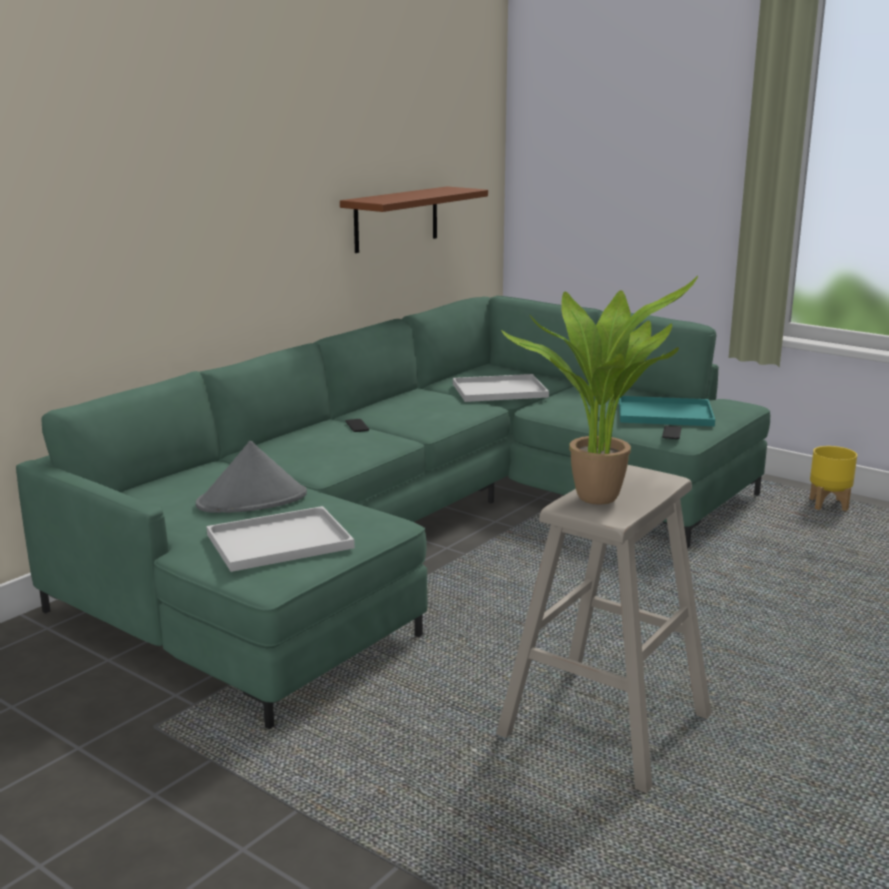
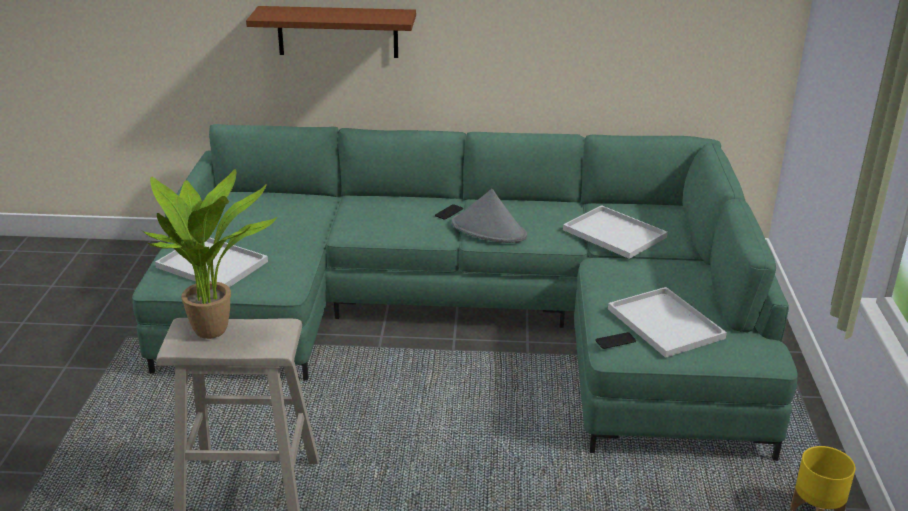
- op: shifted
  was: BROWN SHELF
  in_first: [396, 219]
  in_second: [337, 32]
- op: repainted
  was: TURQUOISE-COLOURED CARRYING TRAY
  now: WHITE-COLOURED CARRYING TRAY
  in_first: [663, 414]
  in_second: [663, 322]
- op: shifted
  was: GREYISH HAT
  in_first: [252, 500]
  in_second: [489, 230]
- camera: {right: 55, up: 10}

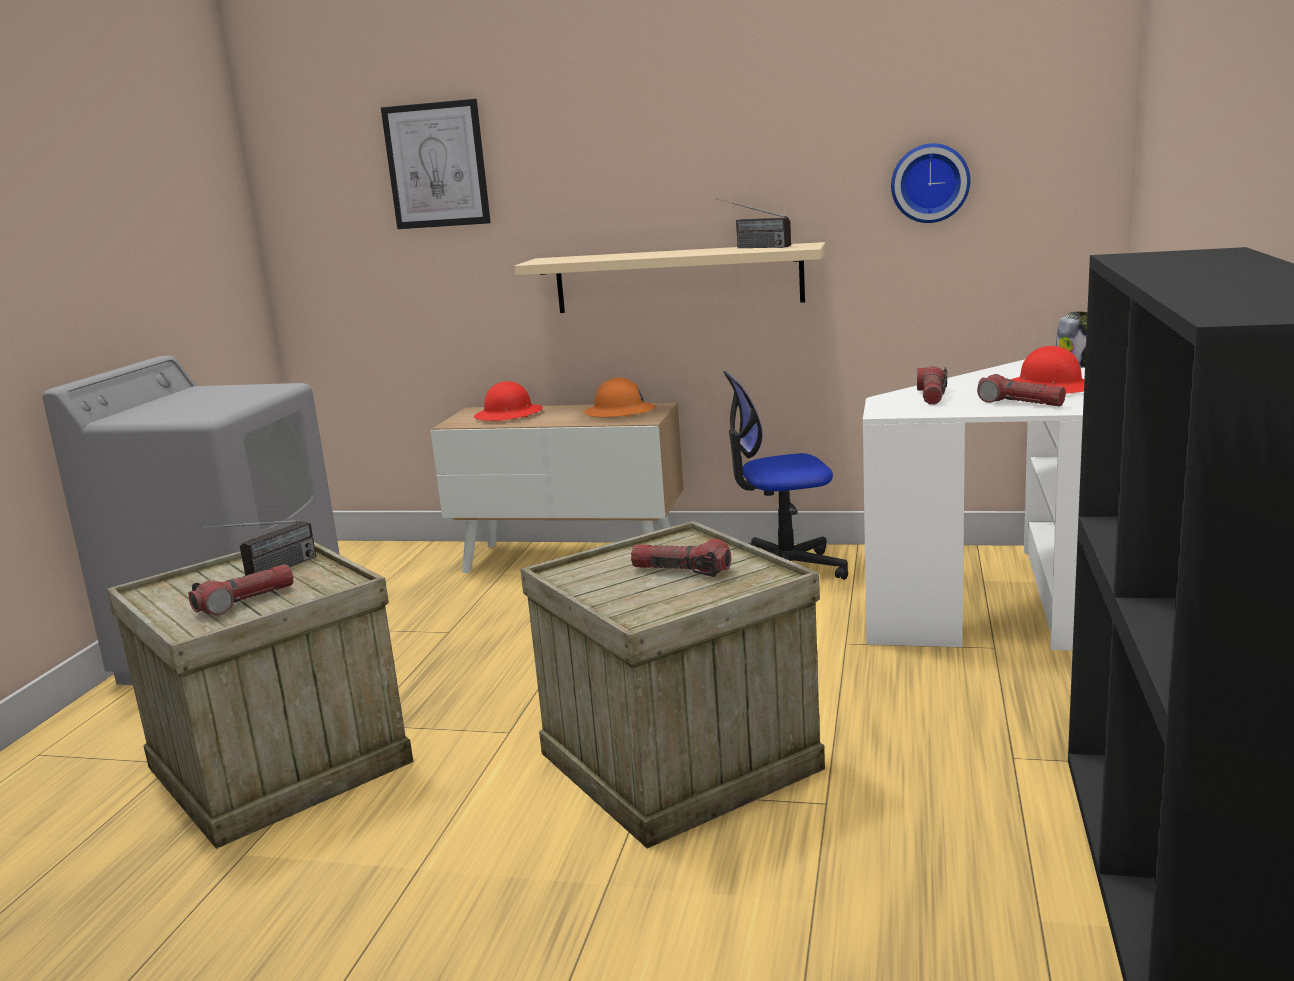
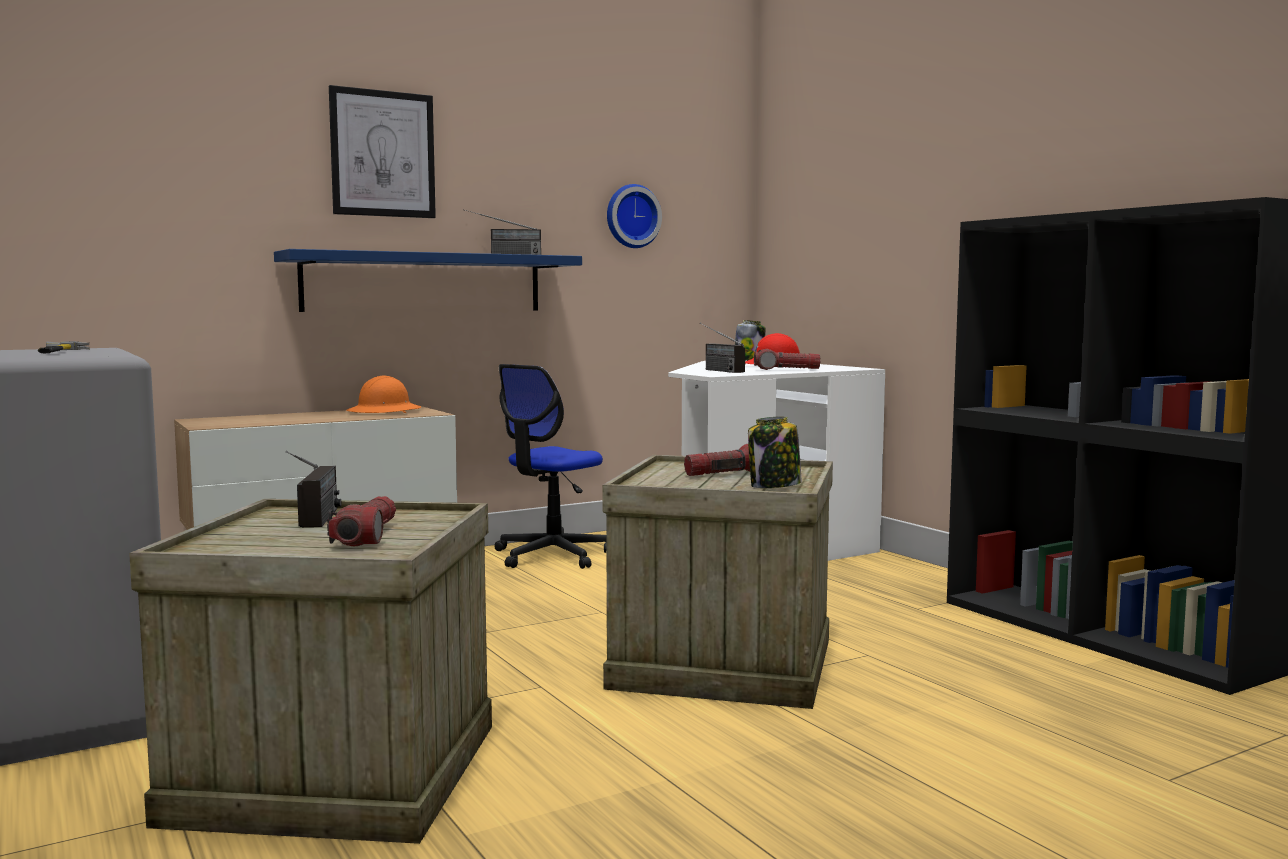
- op: shifted
  was: PICTURE
  in_first: [437, 165]
  in_second: [382, 154]
- op: repainted
  was: BEIGE-COLOURED SHELF
  now: BLUE-COLOURED SHELF
  in_first: [677, 279]
  in_second: [424, 283]
- op: swapped
  was: TORCH
  now: RADIO SET
  in_first: [932, 396]
  in_second: [715, 370]
- op: gone
  was: RED WORK HELMET
  in_first: [509, 415]
- op: new
  now: HAND HAMMER
  in_second: [59, 352]
- op: new
  now: STORAGE JAR
  in_second: [774, 486]
- camera: {right: -45, up: -10}

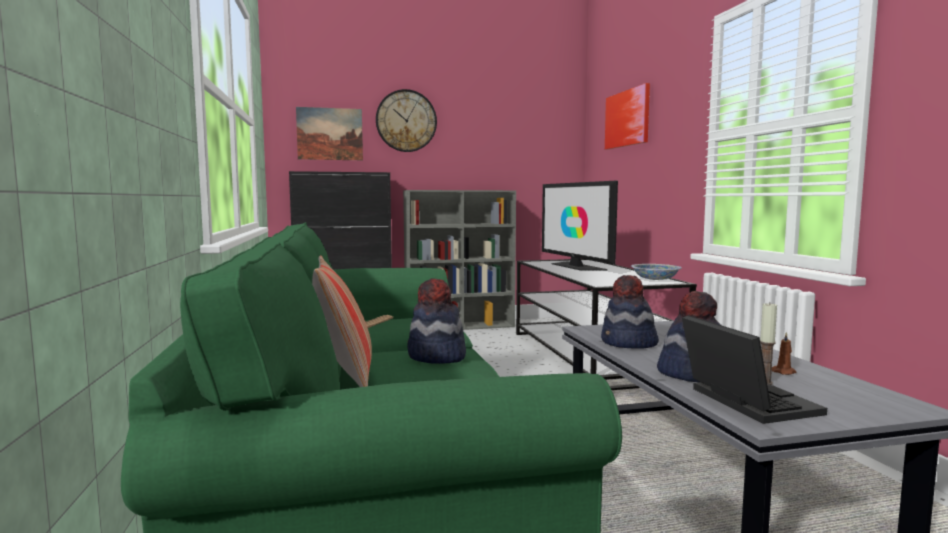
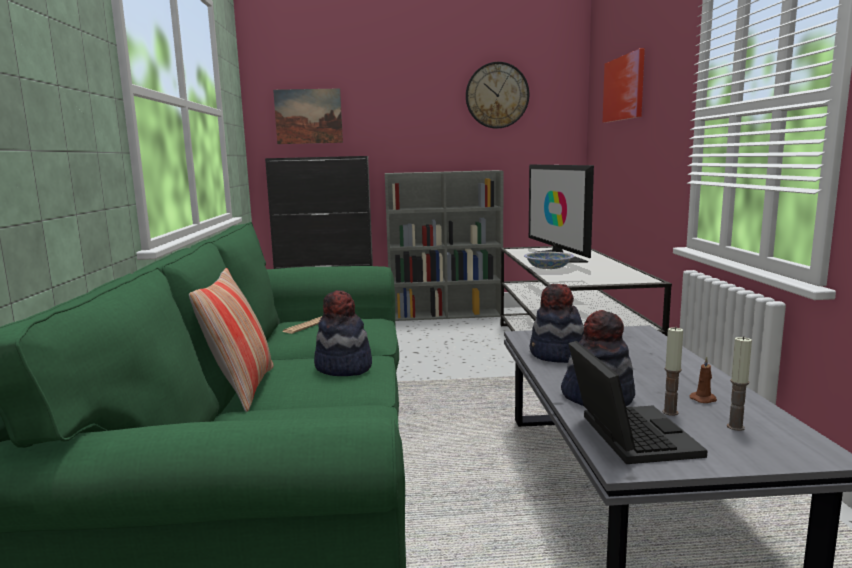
- op: shifted
  was: CLOCK ON THE WALL
  in_first: [406, 121]
  in_second: [497, 95]
- op: shifted
  was: BOWL
  in_first: [655, 279]
  in_second: [548, 268]
- op: new
  now: WAX LIGHT
  in_second: [735, 427]
- camera: {right: 10, up: 5}

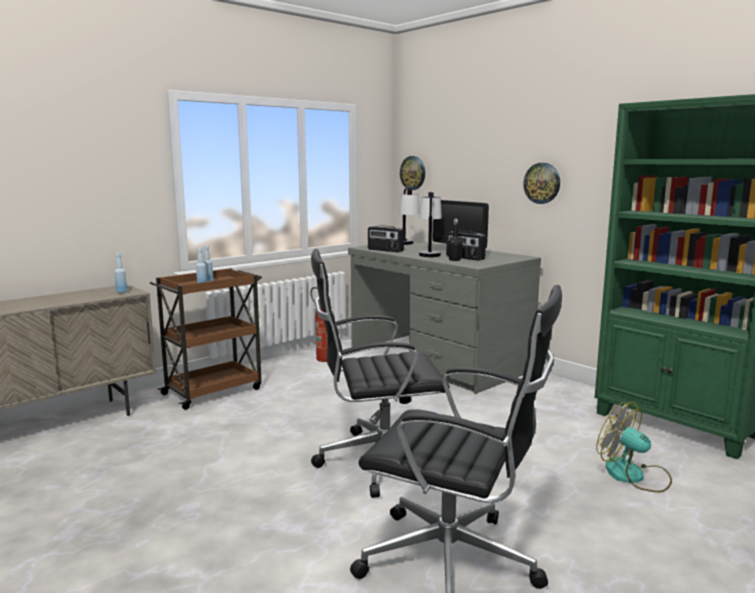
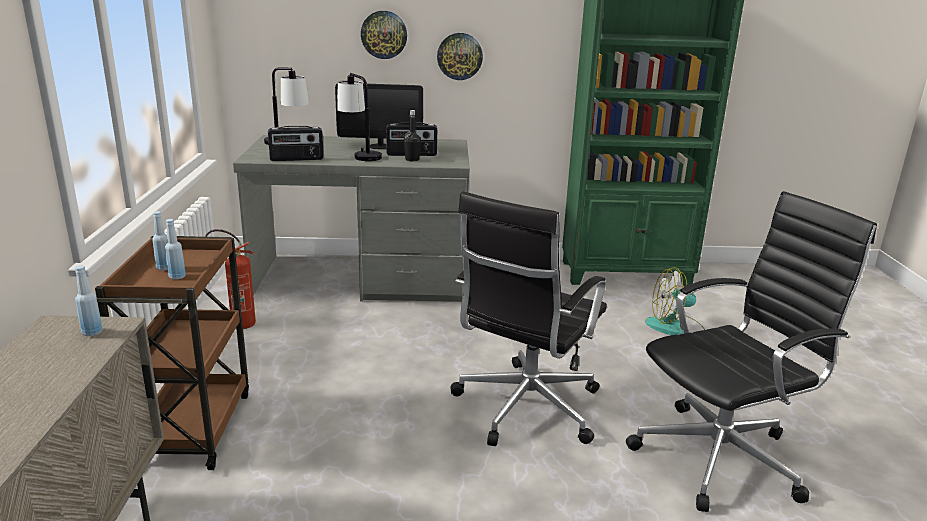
- op: shifted
  was: CLOCK ON THE WALL
  in_first: [413, 173]
  in_second: [384, 34]
- camera: {right: -50, up: 10}

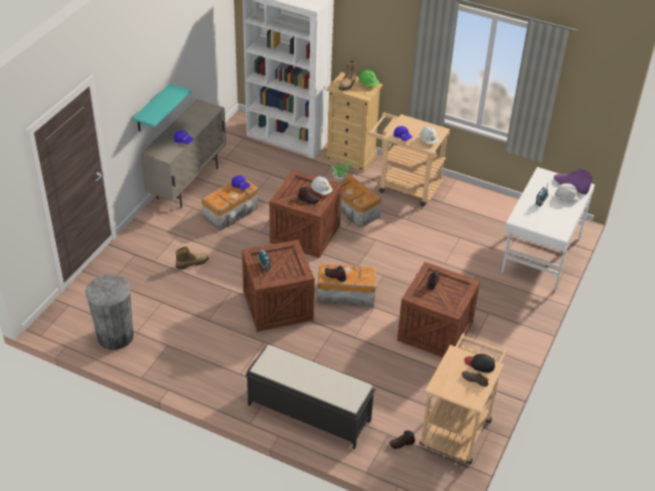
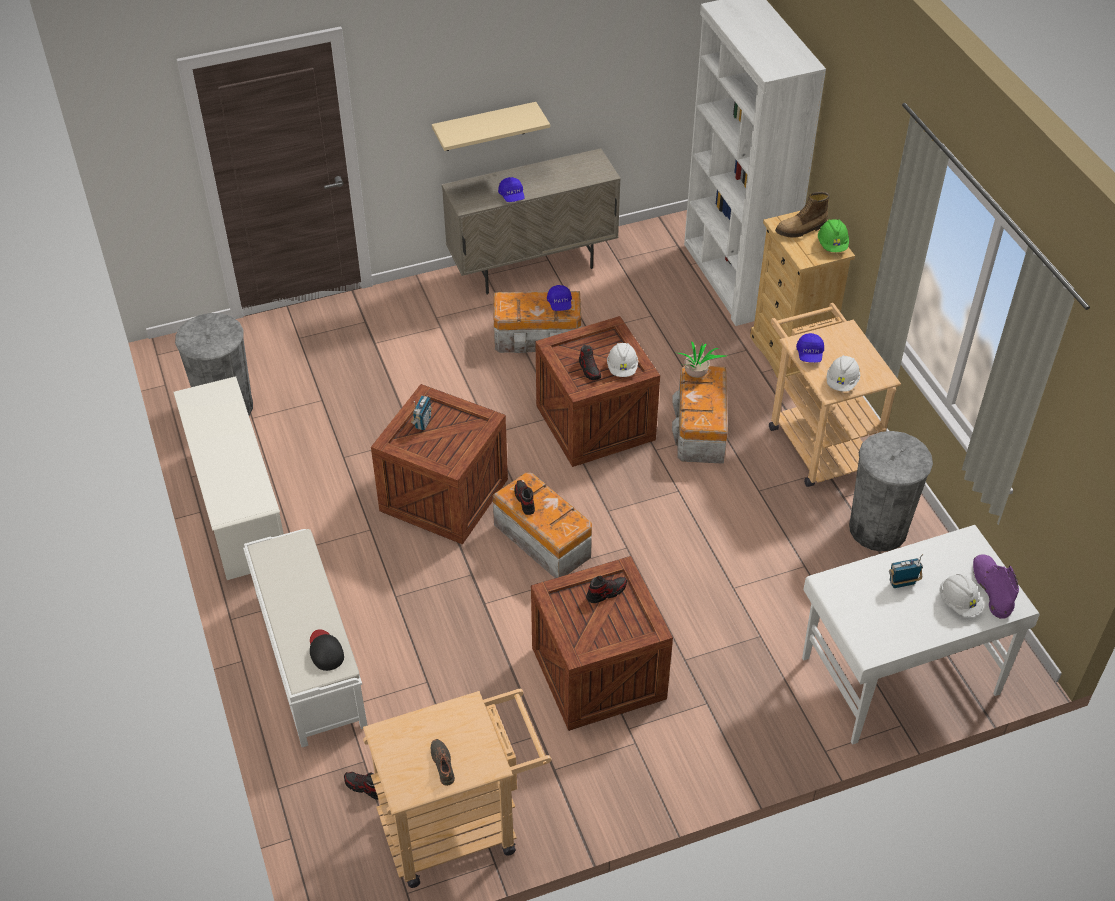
- op: repainted
  was: TURQUOISE-COLOURED SHELF
  now: BEIGE-COLOURED SHELF
  in_first: [152, 109]
  in_second: [484, 127]
- op: gone
  was: TALL BOOT
  in_first: [192, 263]
- op: repainted
  was: BLACK INDOOR BENCH
  now: WHITE-COLOURED INDOOR BENCH
  in_first: [308, 412]
  in_second: [309, 657]
- op: shifted
  was: BLACK CAP
  in_first: [480, 364]
  in_second: [325, 651]
- op: new
  now: WHITE-COLOURED SHOE SHELF
  in_second: [238, 506]
- op: new
  now: GREYISH TRASH CAN
  in_second: [878, 528]
- camera: {right: 45, up: 5}

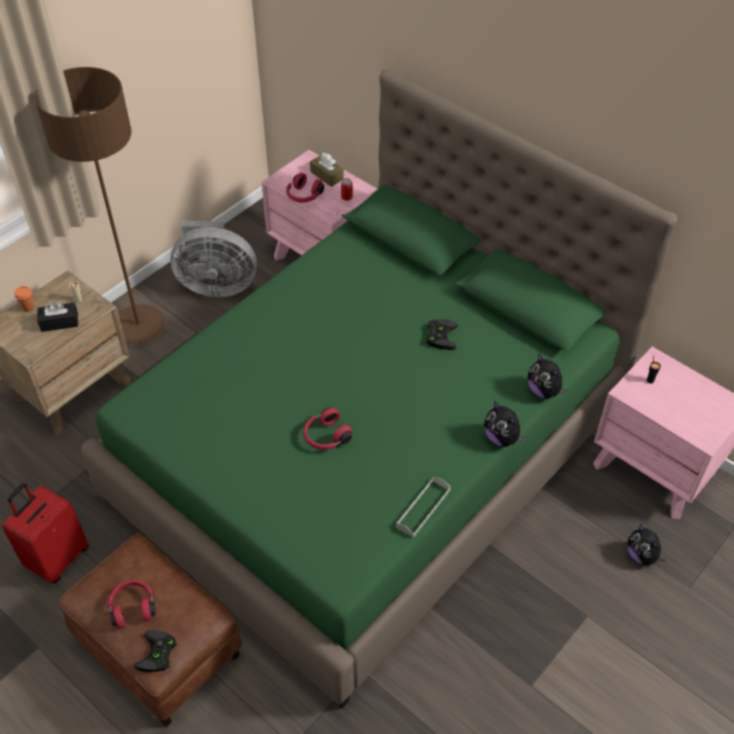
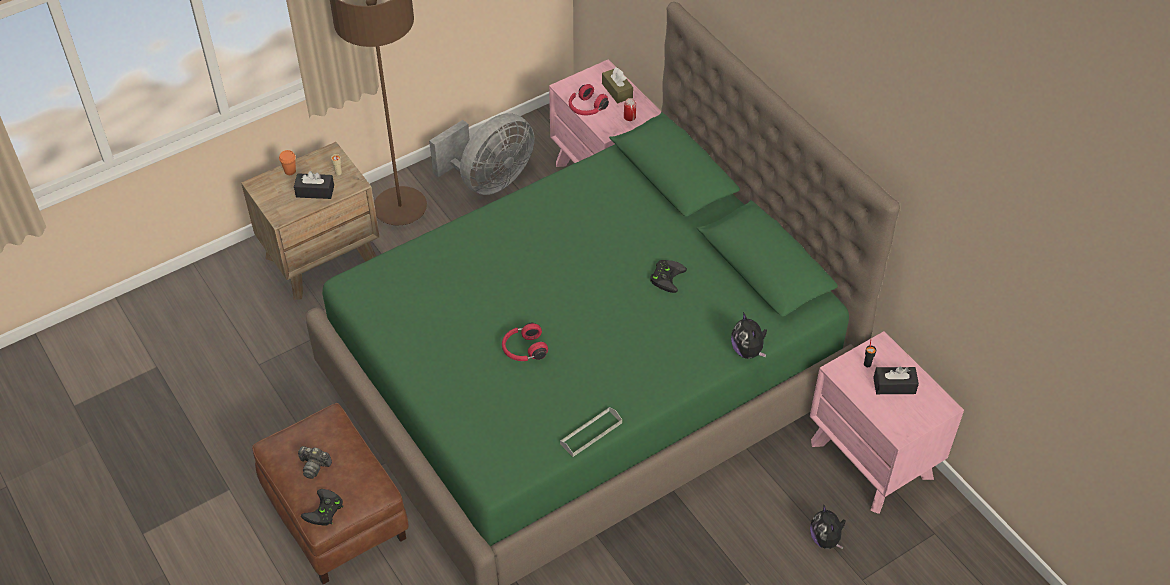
- op: rotated
  was: GREYISH FAN
  in_first: [216, 285]
  in_second: [489, 181]
  clockwise: -60
- op: gone
  was: PLUSH TOY
  in_first: [502, 438]
- op: gone
  was: RED PIECE OF LUGGAGE
  in_first: [57, 558]
- op: swapped
  was: RED HEADPHONES
  now: PHOTO CAMERA
  in_first: [133, 607]
  in_second: [314, 466]
- op: new
  now: BLACK TISSUE BOX
  in_second: [894, 385]
- camera: {right: 15, up: 0}

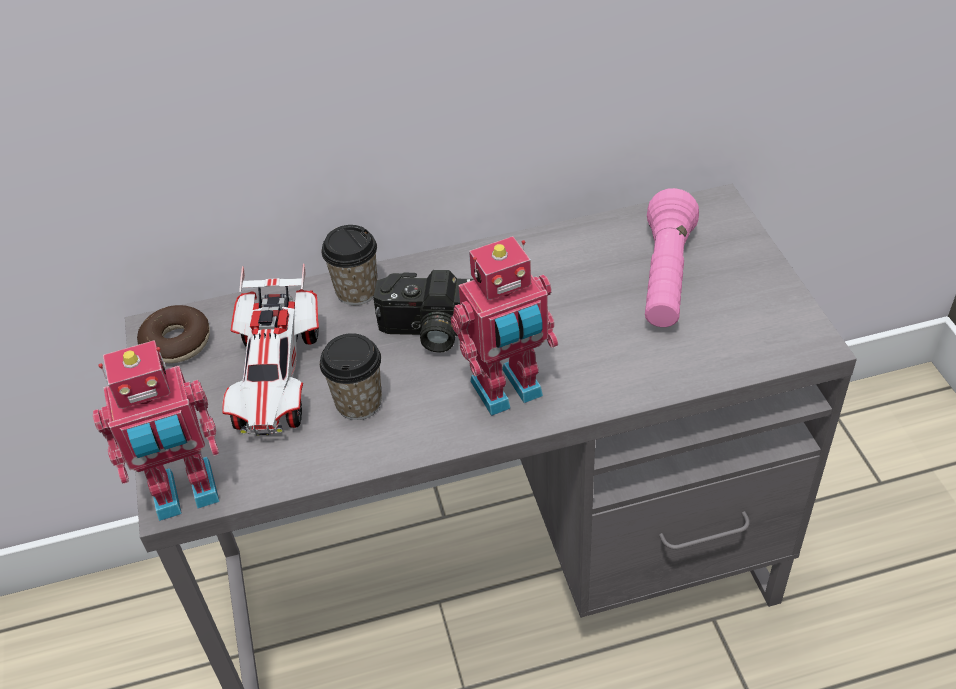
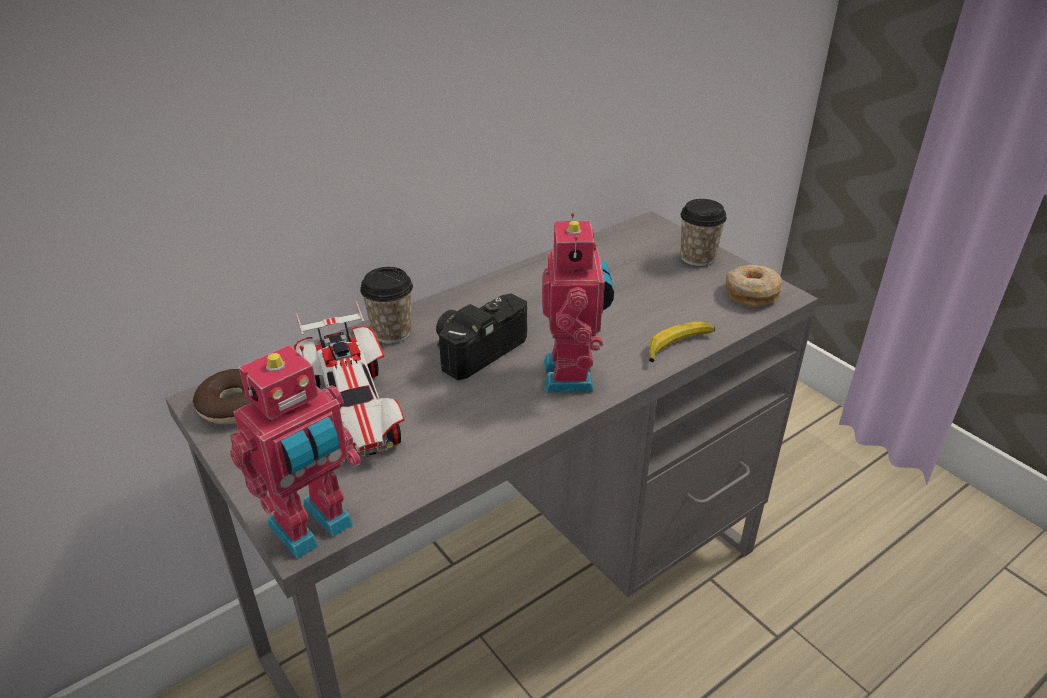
- op: gone
  was: PINKISH TORCH
  in_first: [666, 277]
- op: rotated
  was: ROBOT FIGURE
  in_first: [508, 392]
  in_second: [573, 375]
  clockwise: -45
- op: rotated
  was: PHOTO CAMERA
  in_first: [430, 332]
  in_second: [477, 348]
  clockwise: 150
- op: shifted
  was: SMALL CUP
  in_first: [359, 403]
  in_second: [697, 257]
- op: new
  now: DONUT
  in_second: [751, 293]
- op: new
  now: BANANA FRUIT
  in_second: [678, 346]
- camera: {right: -25, up: -10}

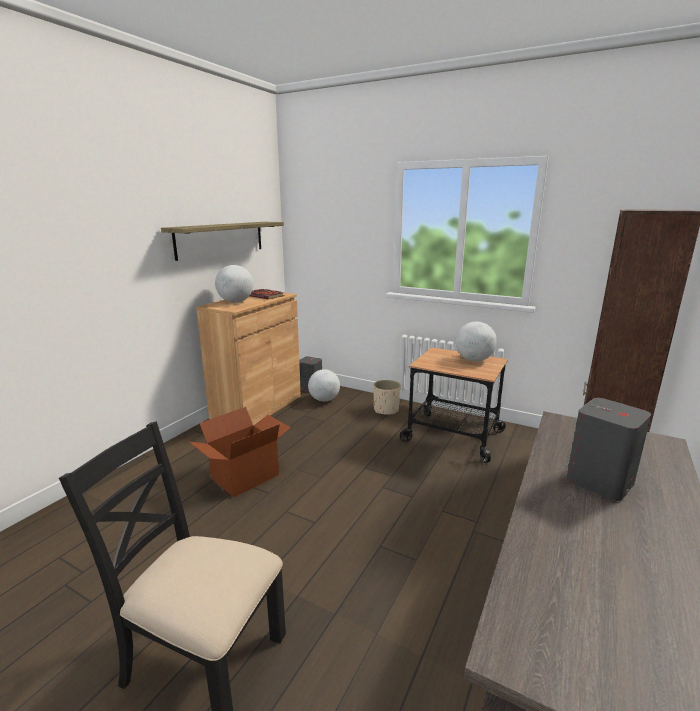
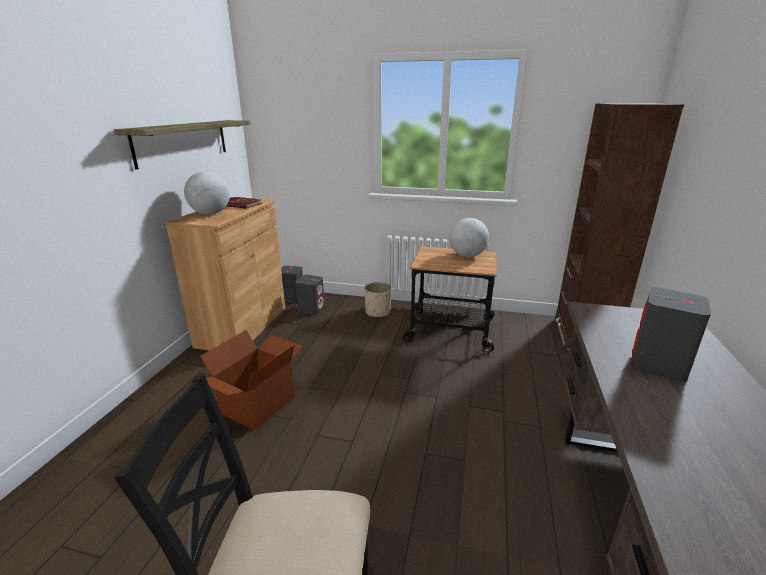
- op: swapped
  was: WORLD GLOBE
  now: GREYISH LOUDSPEAKER
  in_first: [324, 399]
  in_second: [311, 309]
- camera: {right: -15, up: 5}

